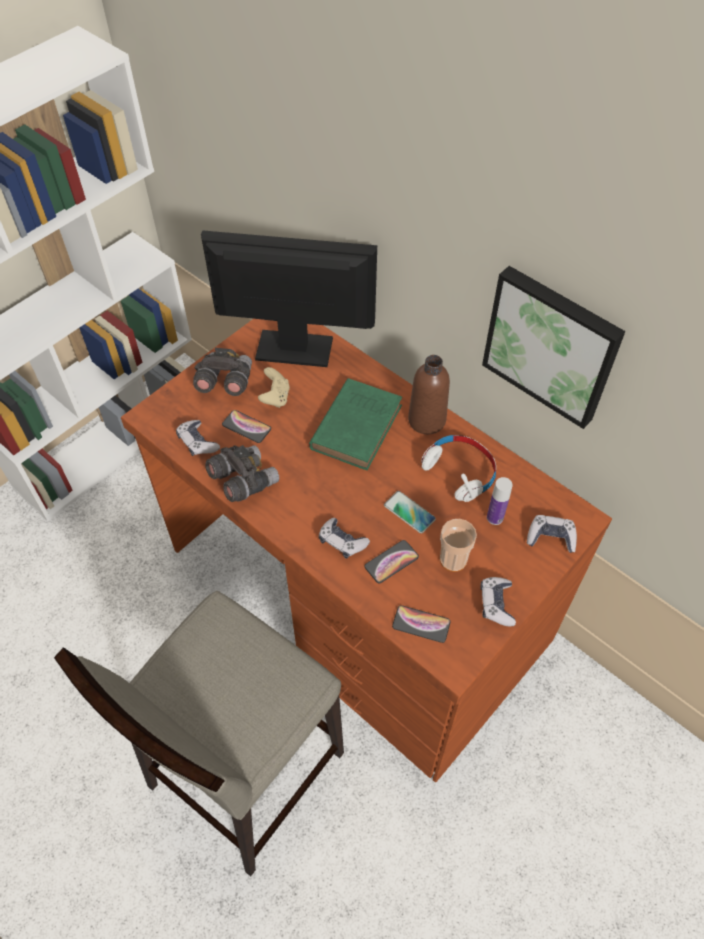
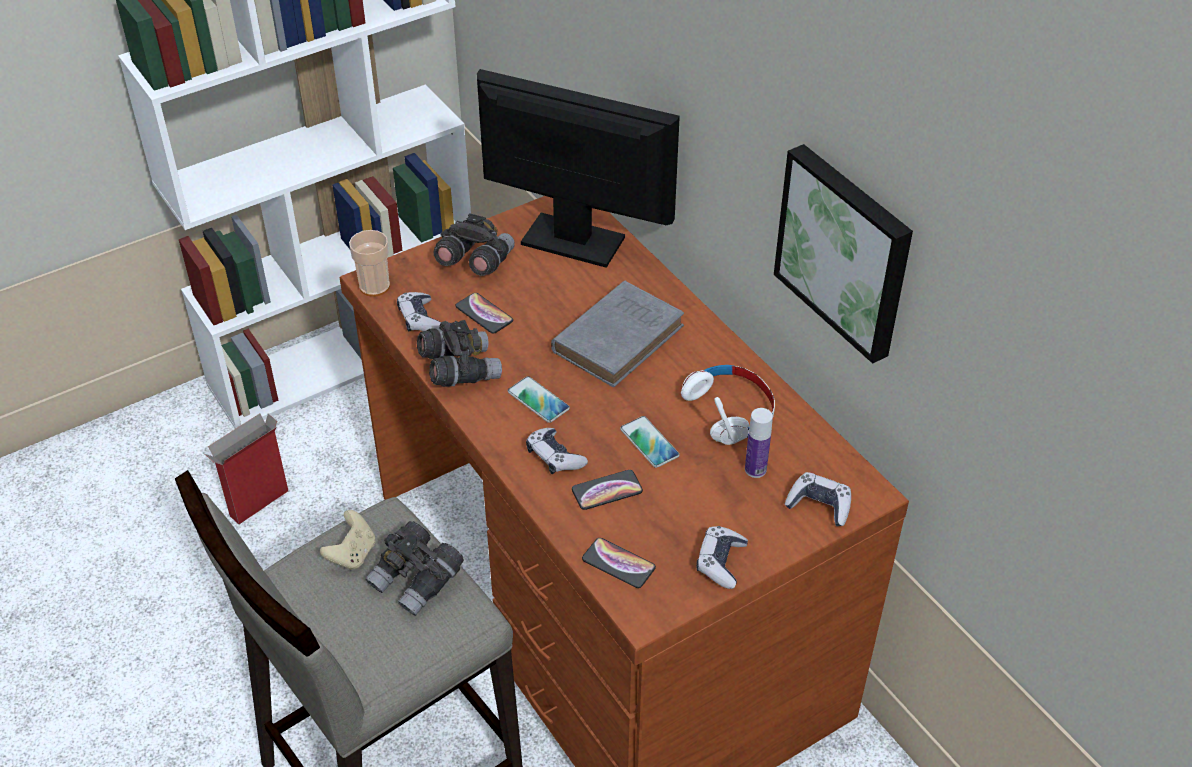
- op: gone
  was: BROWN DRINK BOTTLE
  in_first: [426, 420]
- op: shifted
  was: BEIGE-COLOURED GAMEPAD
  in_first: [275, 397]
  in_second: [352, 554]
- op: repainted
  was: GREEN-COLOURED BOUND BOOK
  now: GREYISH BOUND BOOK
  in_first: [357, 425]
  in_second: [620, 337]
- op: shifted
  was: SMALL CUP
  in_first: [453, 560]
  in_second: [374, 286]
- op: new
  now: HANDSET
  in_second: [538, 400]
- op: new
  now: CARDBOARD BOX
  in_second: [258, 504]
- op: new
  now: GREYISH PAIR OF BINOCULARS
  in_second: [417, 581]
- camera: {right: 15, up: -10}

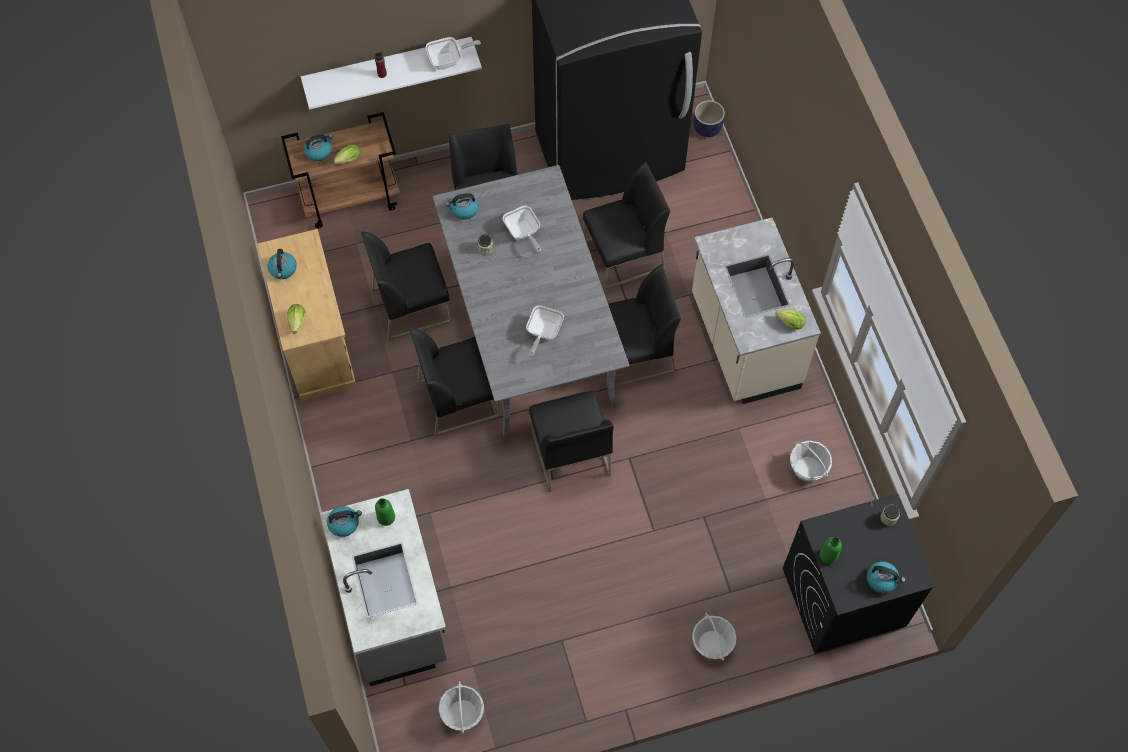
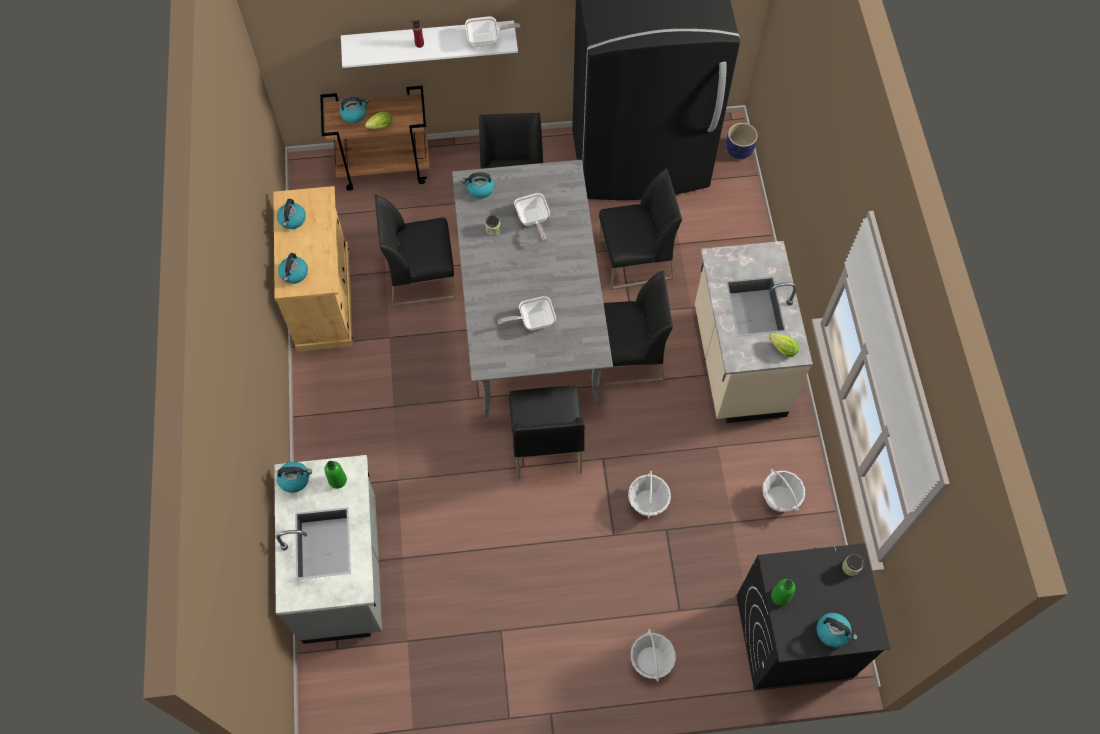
- op: swapped
  was: LETTUCE HEAD
  now: WATER KETTLE
  in_first: [297, 323]
  in_second: [294, 274]
- op: rotated
  was: PAN
  in_first: [543, 333]
  in_second: [533, 321]
  clockwise: 45
- op: gone
  was: BLACK PLAIN CHAIR
  in_first: [459, 398]
- op: shifted
  was: STORAGE BASKET
  in_first: [462, 713]
  in_second: [647, 502]
- camera: {right: 10, up: 0}

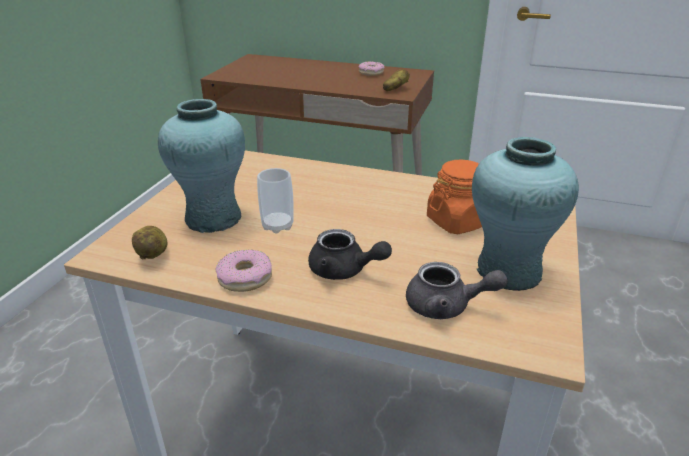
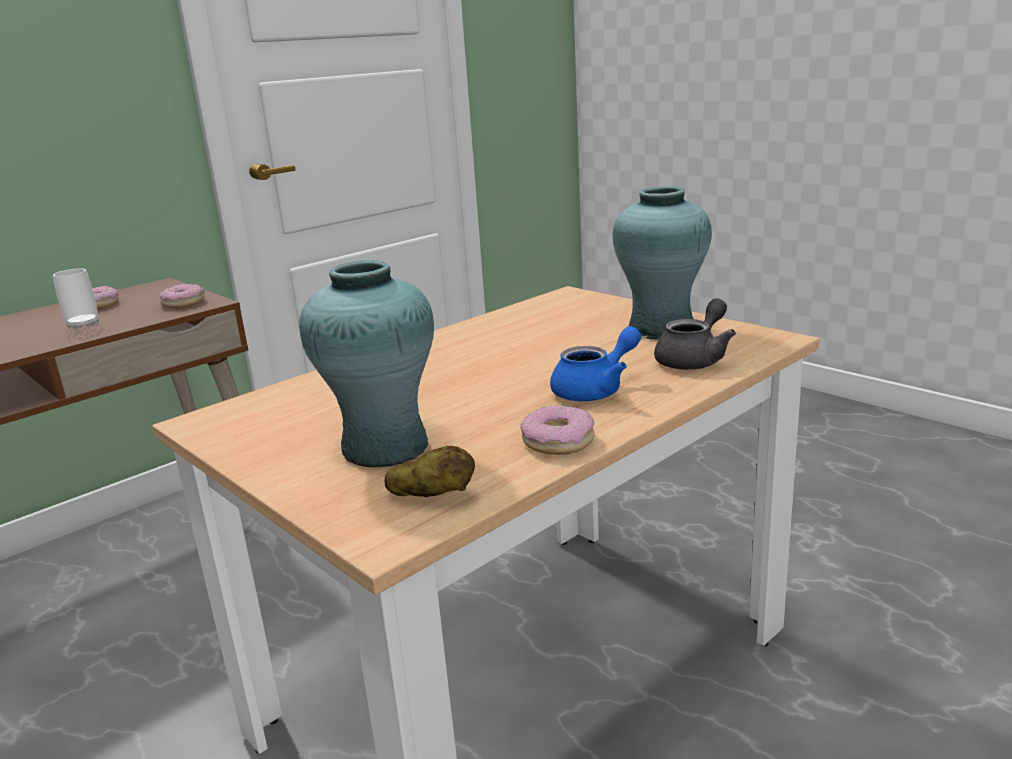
- op: swapped
  was: SPUD
  now: DONUT
  in_first: [395, 89]
  in_second: [183, 303]
- op: gone
  was: ORANGE-COLOURED STORAGE JAR
  in_first: [457, 221]
- op: shifted
  was: SMALL CUP
  in_first: [277, 226]
  in_second: [83, 325]
- op: repainted
  was: BLACK TEAPOT
  now: BLUE-COLOURED TEAPOT
  in_first: [344, 271]
  in_second: [596, 390]
- camera: {right: -60, up: -10}

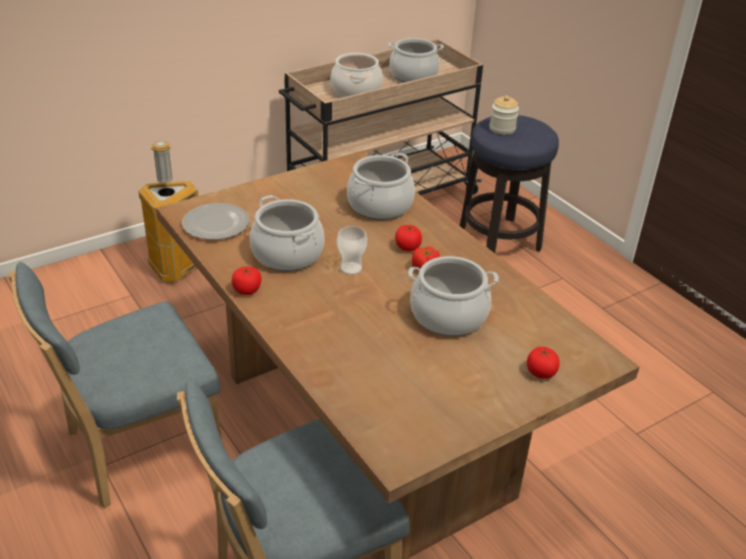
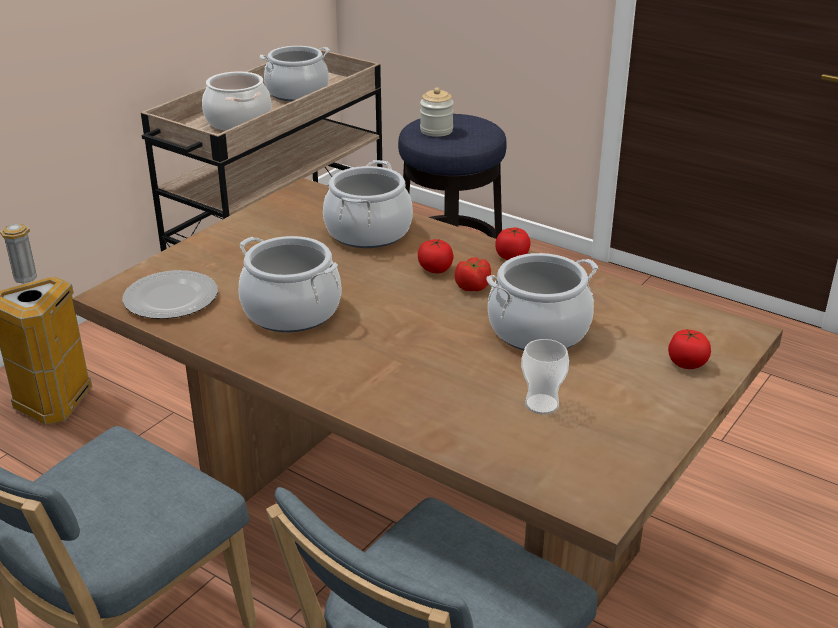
- op: shifted
  was: SMALL CUP
  in_first: [351, 268]
  in_second: [542, 404]
- op: shifted
  was: FRESH TOMATO
  in_first: [247, 290]
  in_second: [512, 257]
- camera: {right: -20, up: -5}

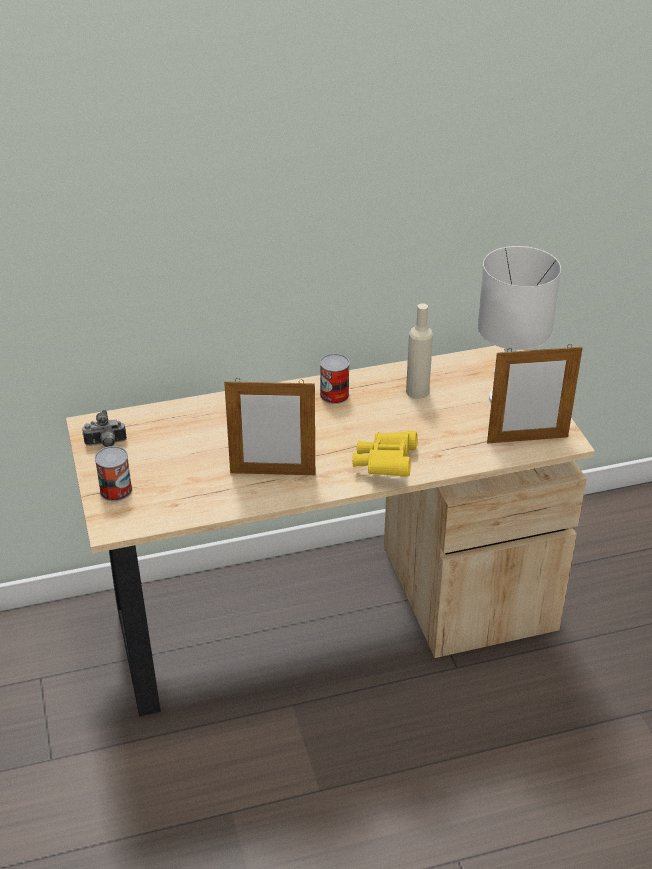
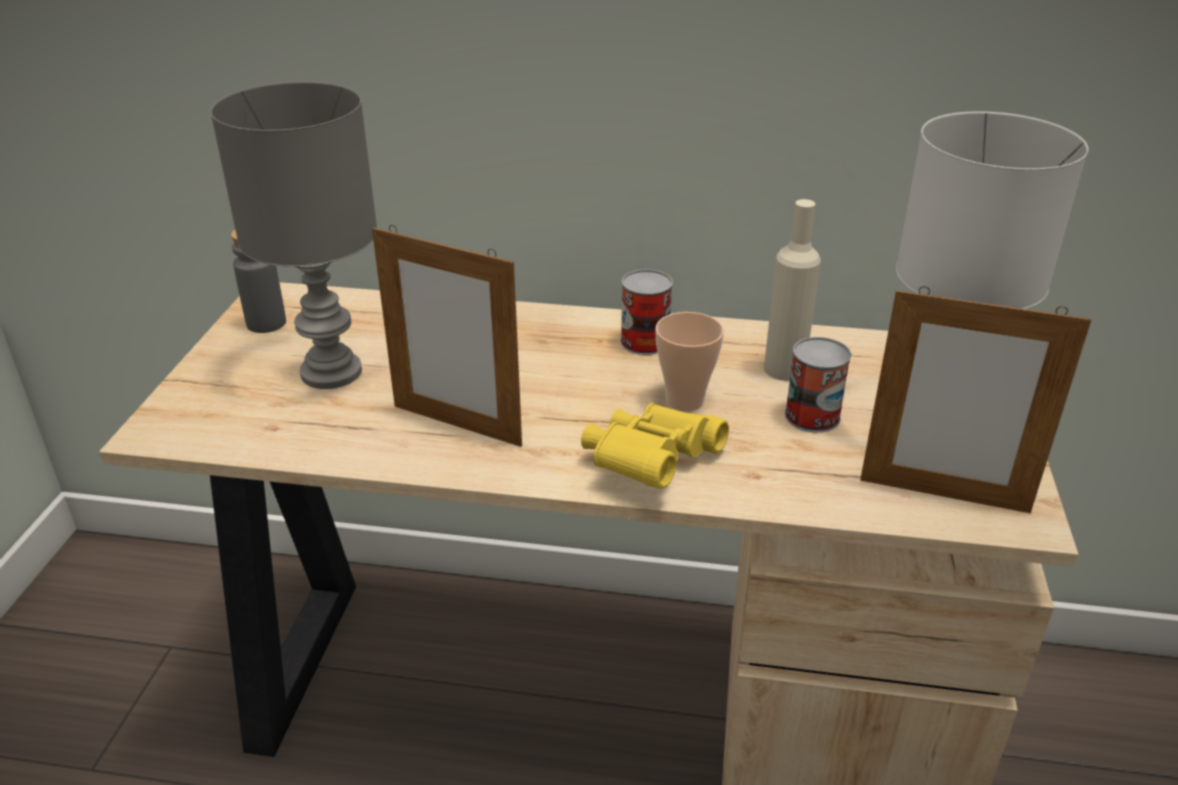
- op: swapped
  was: PHOTO CAMERA
  now: GREYISH DRINK BOTTLE
  in_first: [106, 444]
  in_second: [266, 323]
- op: shifted
  was: SEALED CAN
  in_first: [116, 490]
  in_second: [812, 416]
- op: new
  now: GREYISH LAMP FOR A TABLE
  in_second: [332, 373]
- op: new
  now: SMALL CUP
  in_second: [685, 401]
- camera: {right: 25, up: -5}

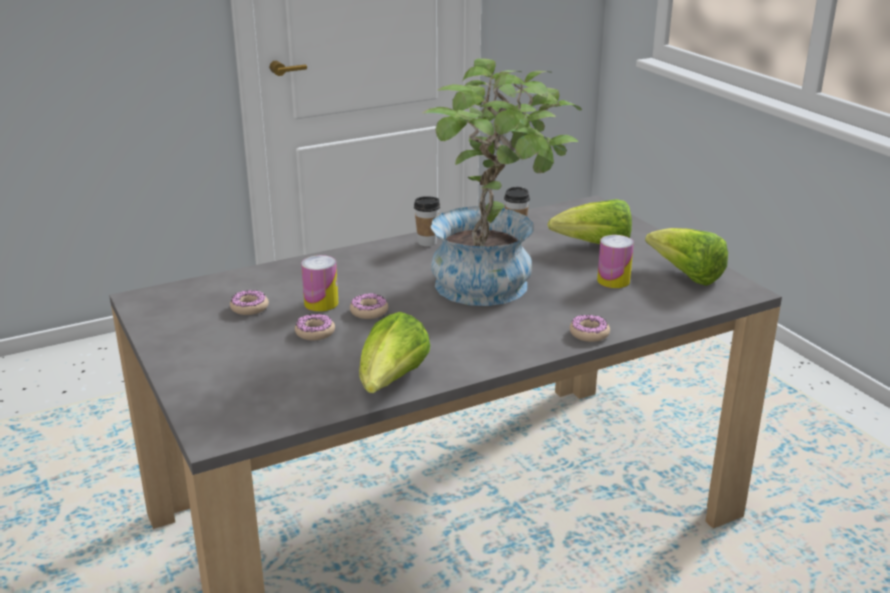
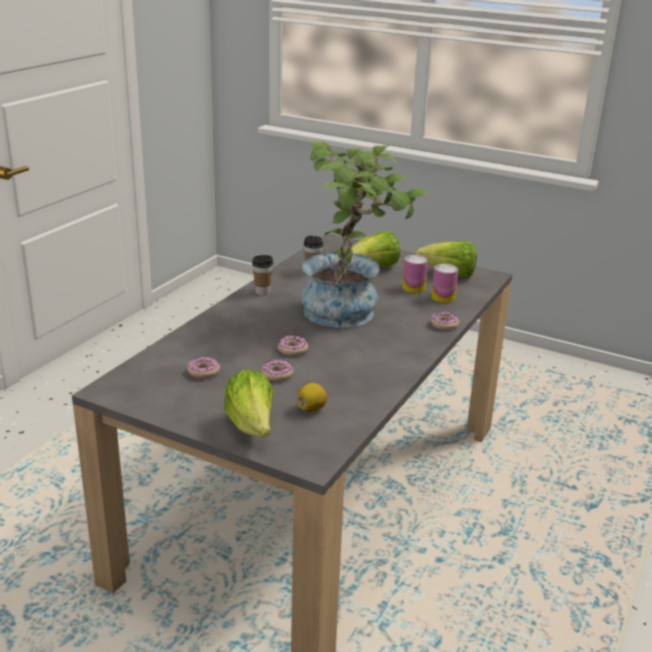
- op: shifted
  was: SEALED CAN
  in_first: [321, 303]
  in_second: [443, 297]
- op: shifted
  was: LETTUCE HEAD
  in_first: [391, 382]
  in_second: [252, 427]
- op: new
  now: WHOLE LEMON
  in_second: [311, 409]
- camera: {right: -35, up: 0}

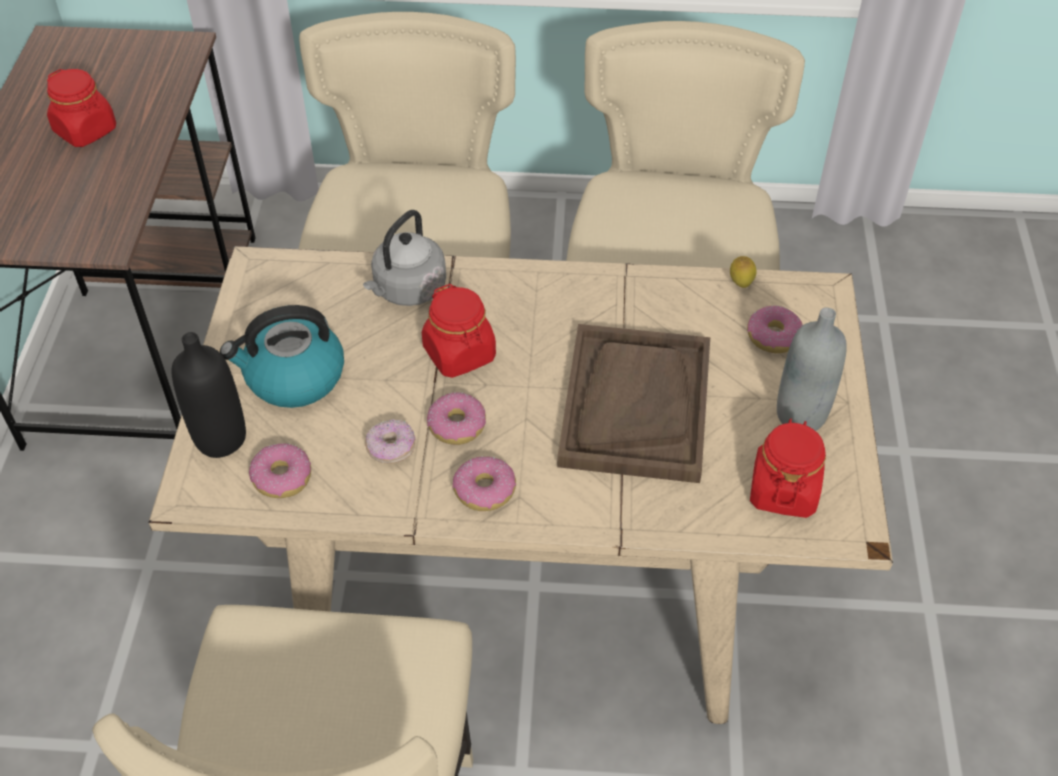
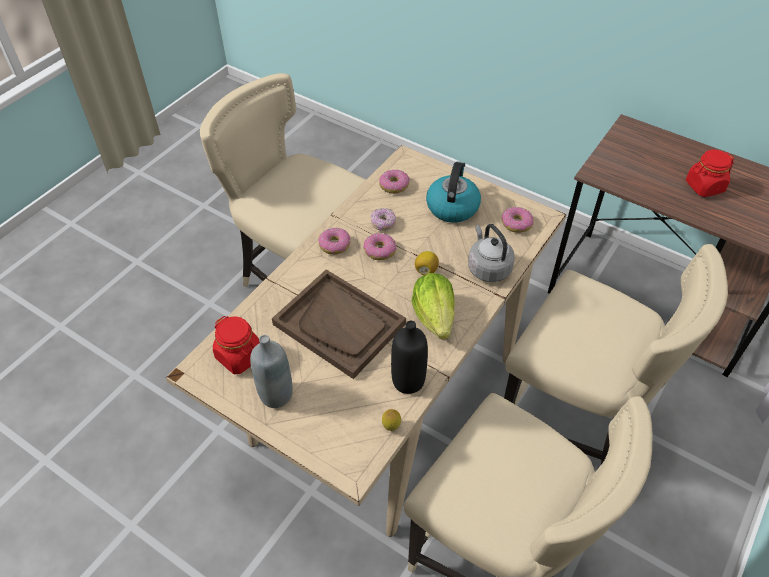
- op: swapped
  was: RED STORAGE JAR
  now: WHOLE LEMON
  in_first: [460, 354]
  in_second: [426, 270]
- op: shifted
  was: DONUT
  in_first: [773, 337]
  in_second: [516, 224]
- op: shifted
  was: BLACK DRINK BOTTLE
  in_first: [220, 438]
  in_second: [408, 381]
- op: new
  now: LETTUCE HEAD
  in_second: [434, 317]
- camera: {right: 120, up: 0}

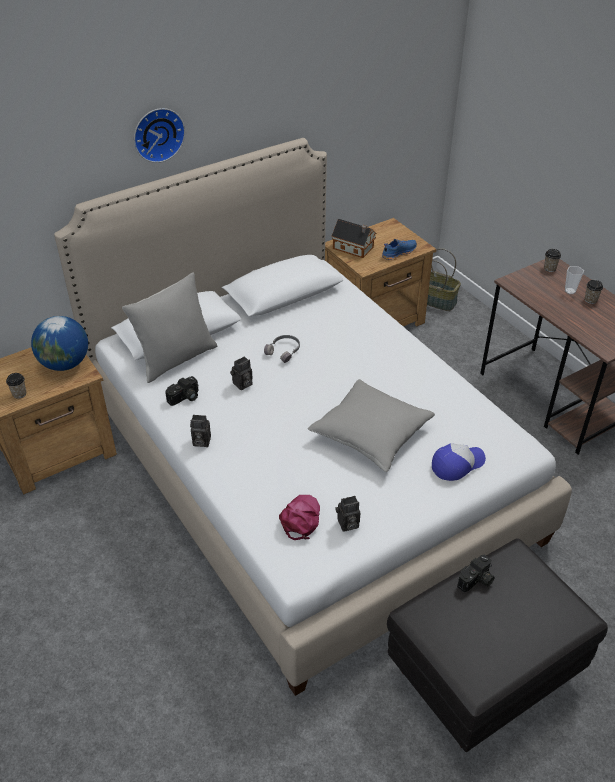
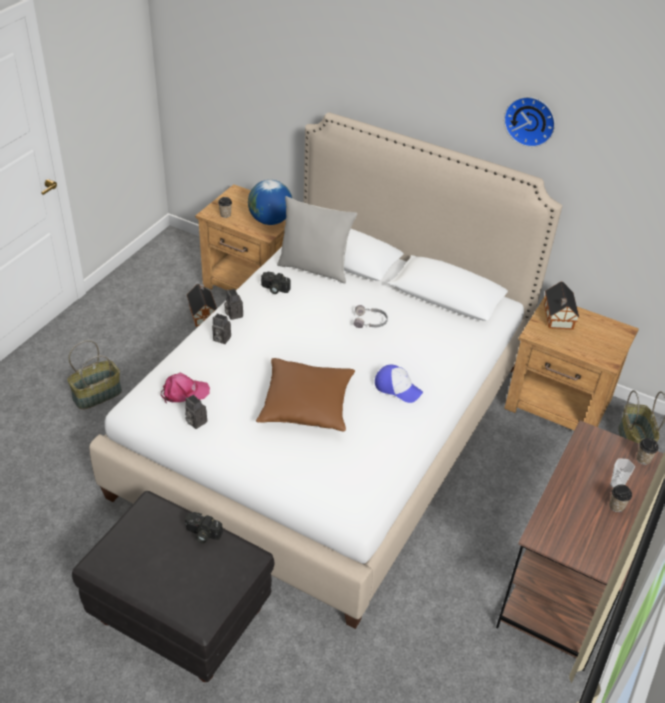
- op: shifted
  was: CLOCK ON THE WALL
  in_first: [157, 134]
  in_second: [530, 120]
- op: gone
  was: BLUE-COLOURED LOW SHOE
  in_first: [398, 252]
- op: shifted
  was: PHOTO CAMERA
  in_first: [242, 385]
  in_second: [220, 339]
- op: repainted
  was: GREYISH CUSHION
  now: BROWN CUSHION
  in_first: [370, 434]
  in_second: [306, 405]
- op: shifted
  was: CAP
  in_first: [457, 464]
  in_second: [397, 388]
- op: new
  now: MINIATURE HOUSE
  in_second: [203, 313]
- op: new
  now: STORAGE BASKET
  in_second: [97, 394]
- camera: {right: 60, up: 0}

